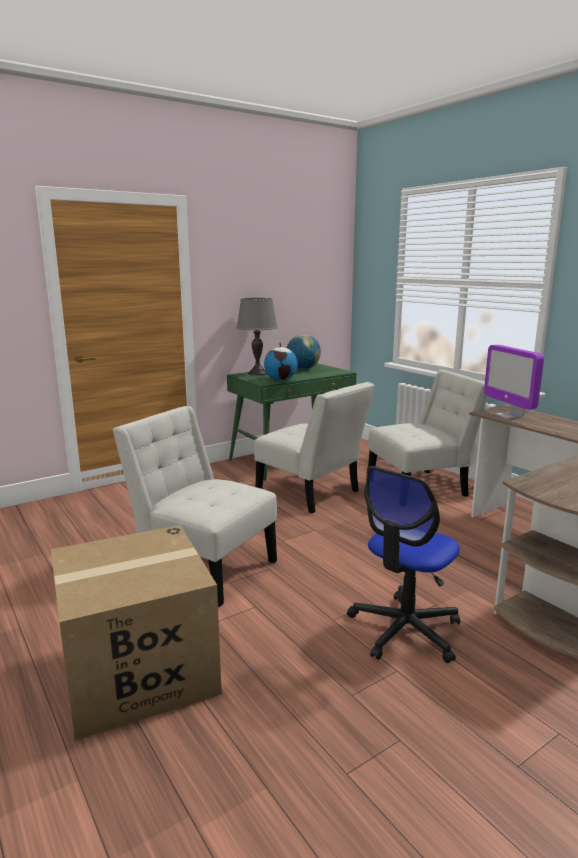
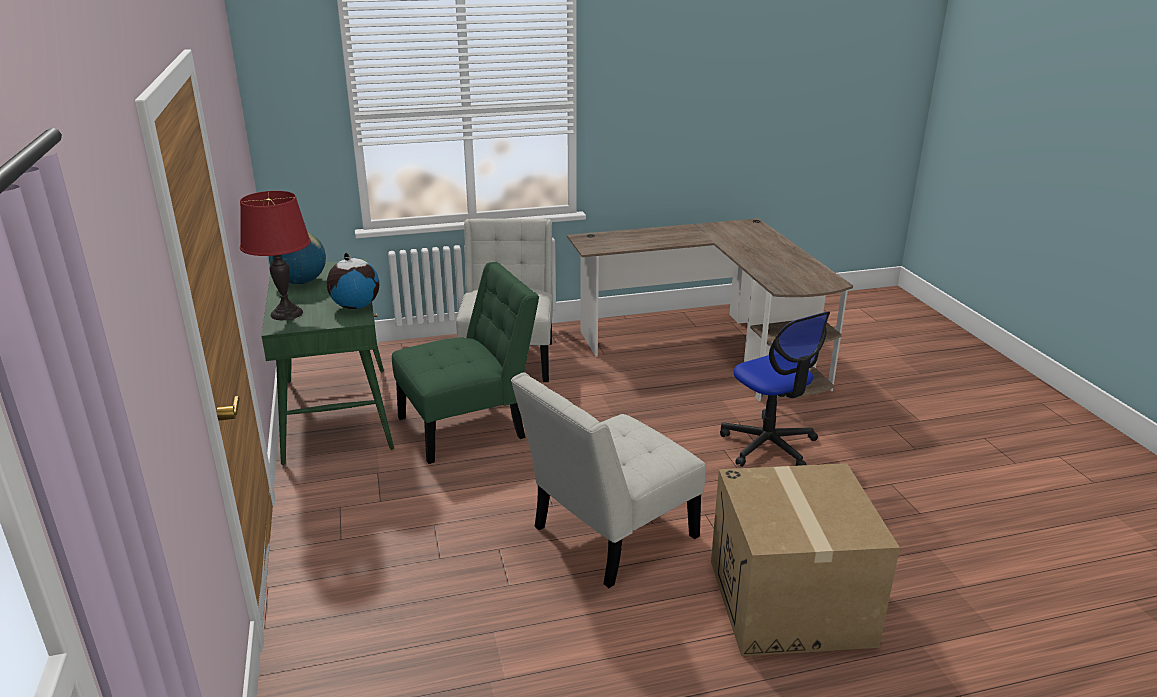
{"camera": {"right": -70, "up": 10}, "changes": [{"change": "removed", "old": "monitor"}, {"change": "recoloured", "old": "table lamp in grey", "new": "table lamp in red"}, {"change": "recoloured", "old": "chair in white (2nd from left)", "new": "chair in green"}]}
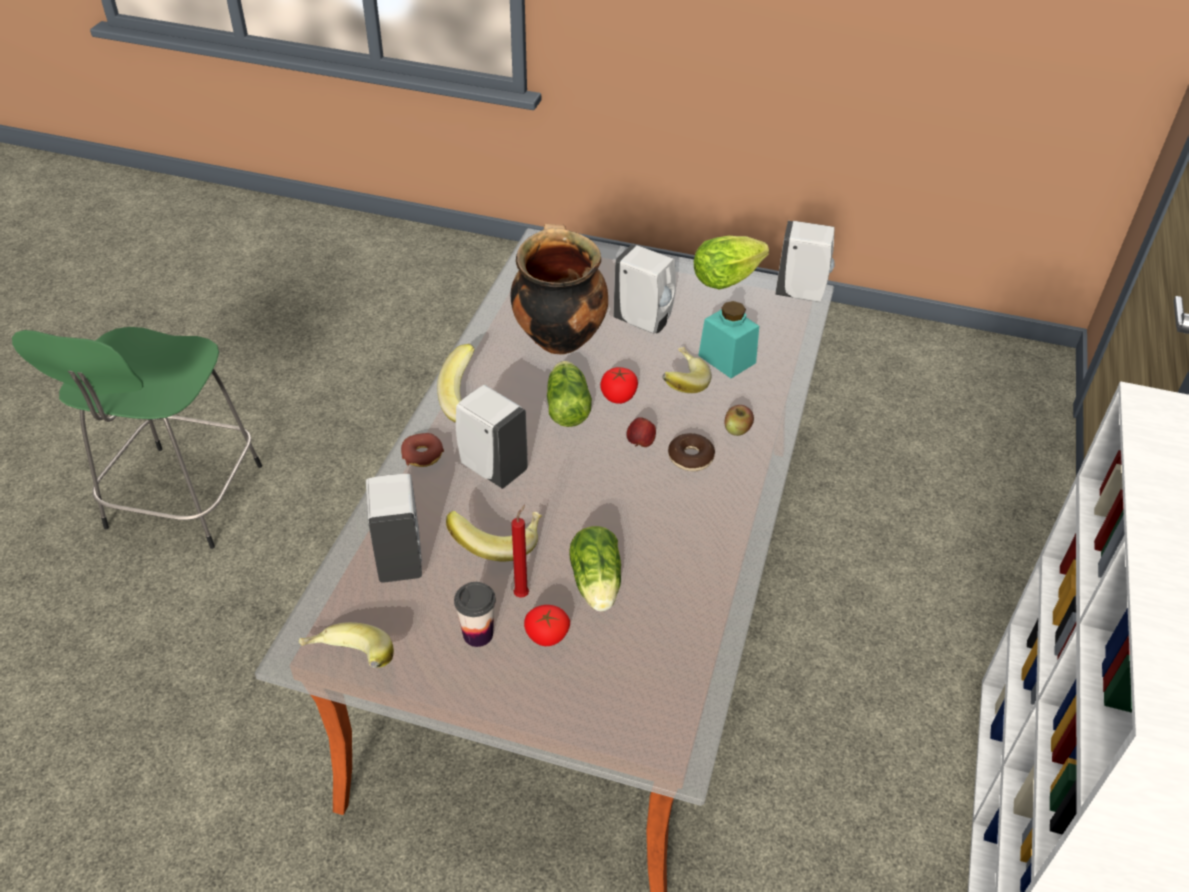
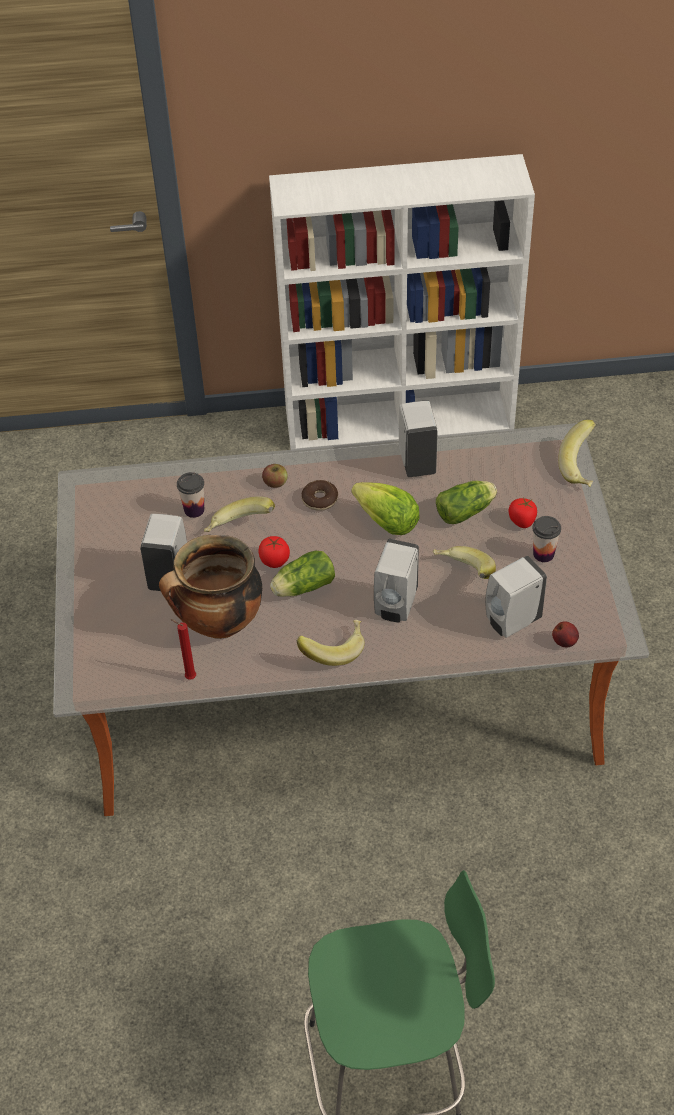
{"camera": {"right": -110, "up": 5}, "changes": [{"change": "removed", "old": "donut (1st from left)"}, {"change": "moved", "old": "banana (1st from left in the first image)", "new": "banana (4th from left)"}, {"change": "moved", "old": "candle in red"}, {"change": "moved", "old": "apple (1st from left in the first image)", "new": "apple (2nd from left)"}, {"change": "moved", "old": "lettuce (3rd from left in the first image)", "new": "lettuce (2nd from left)"}, {"change": "moved", "old": "soap dispenser in white (4th from left in the first image)", "new": "soap dispenser in white (3rd from left)"}, {"change": "replaced", "old": "jar in turquoise", "new": "cup (1st from left)"}]}
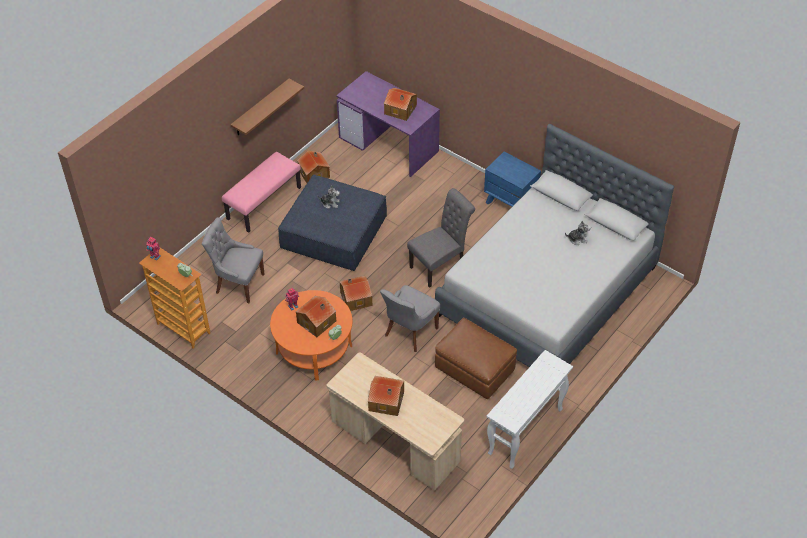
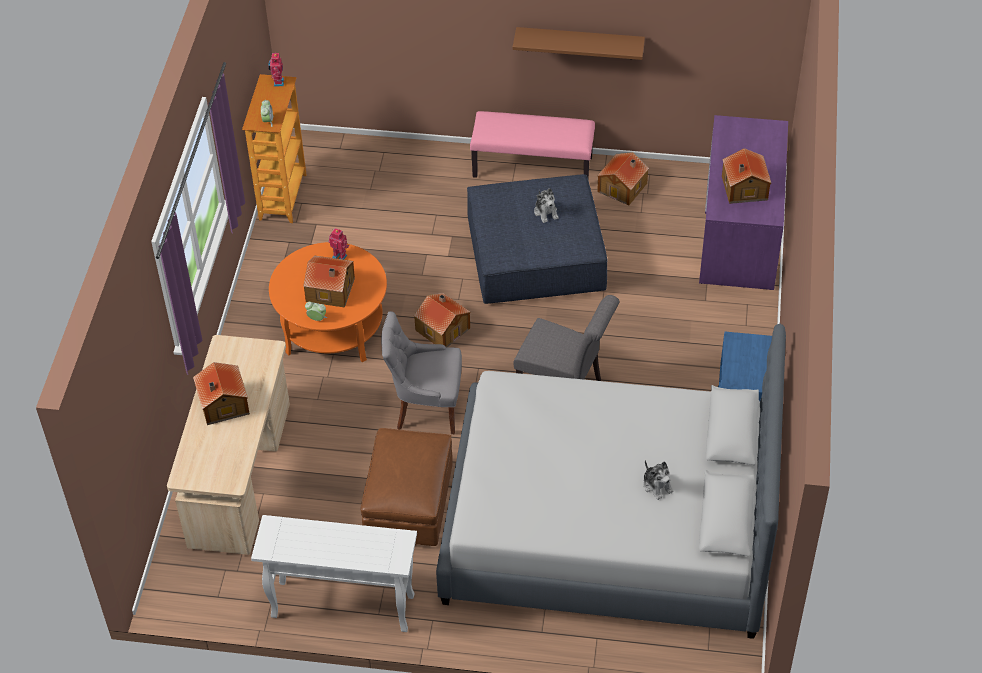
{"camera": {"right": 60, "up": 0}, "changes": [{"change": "removed", "old": "chair in grey (1st from left)"}]}
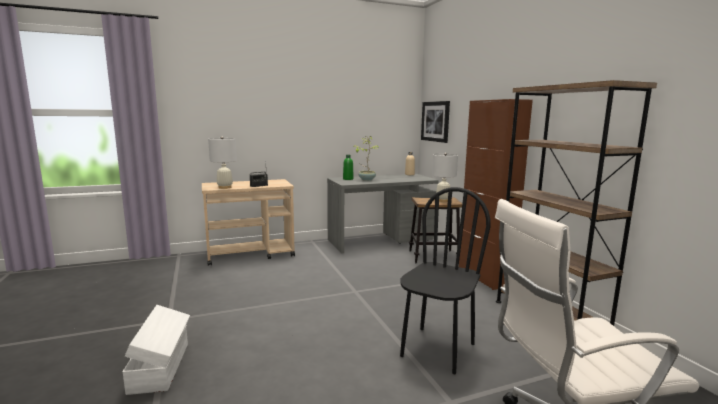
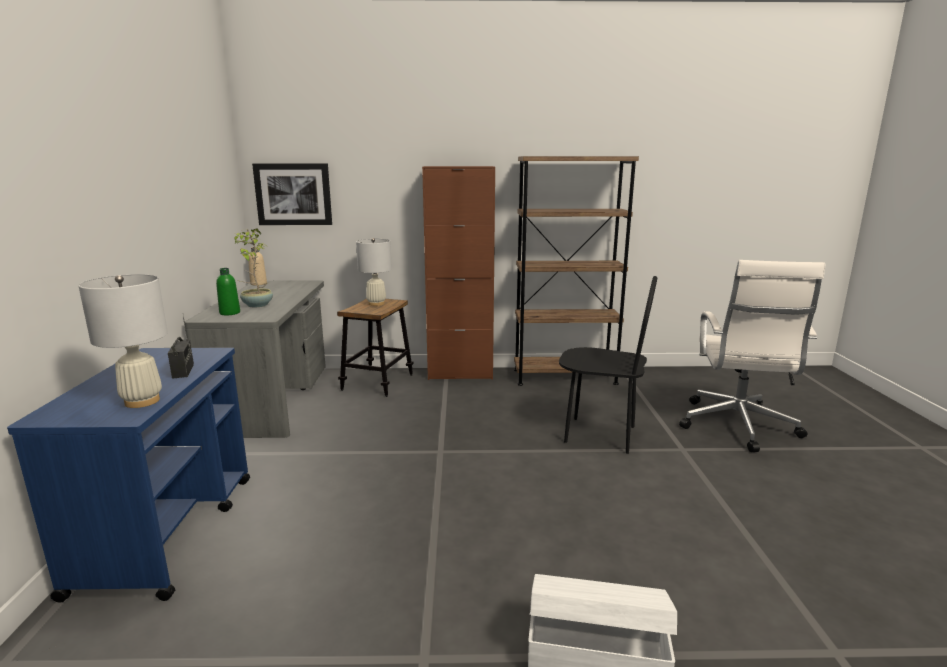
{"camera": {"right": -70, "up": 5}, "changes": [{"change": "recoloured", "old": "cart in beige", "new": "cart in blue"}, {"change": "turned", "old": "chair in black", "degrees": 150}]}
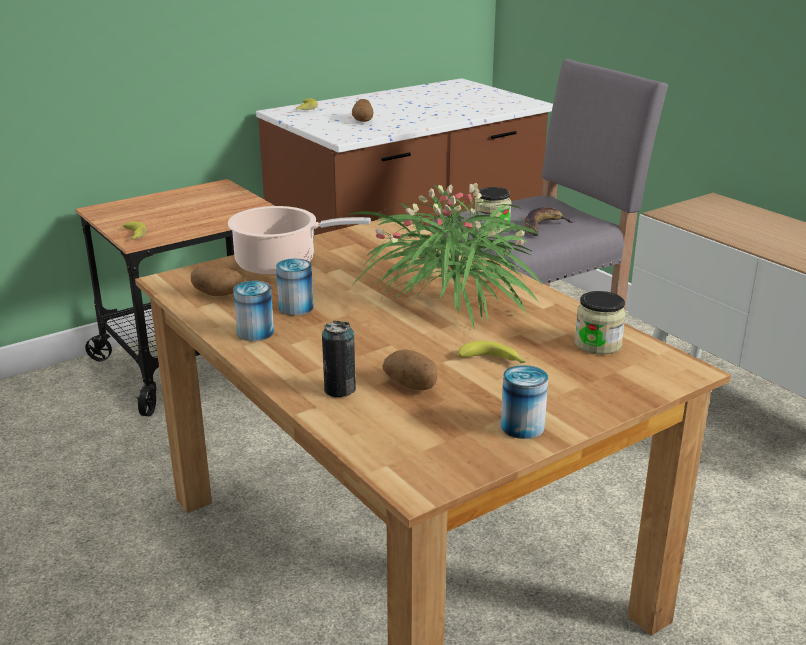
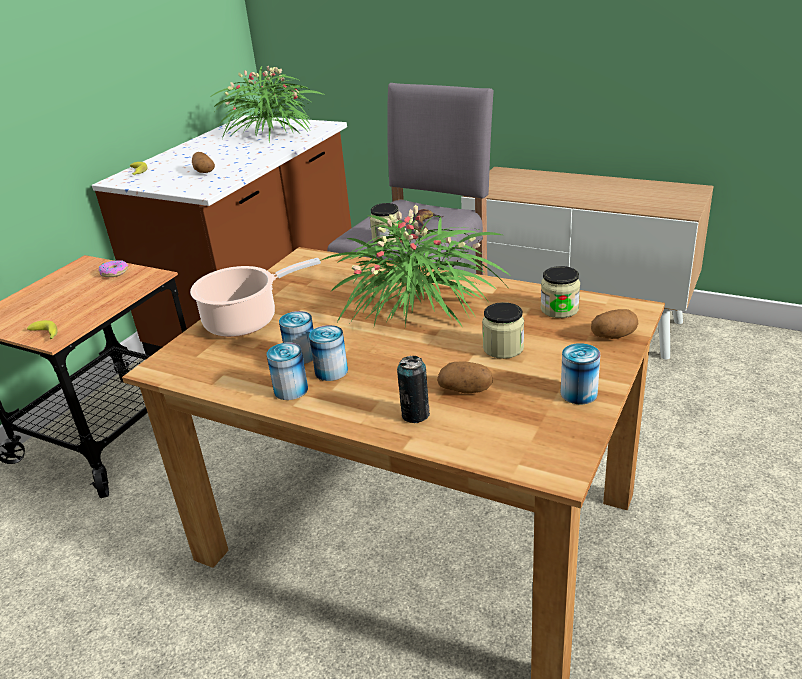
{"camera": {"right": -25, "up": 5}, "changes": [{"change": "added", "new": "donut"}, {"change": "added", "new": "potted plant (1st from left)"}, {"change": "added", "new": "can (3rd from left)"}, {"change": "moved", "old": "potato (1st from left in the first image)", "new": "potato (3rd from left)"}, {"change": "replaced", "old": "banana (3rd from left)", "new": "jar (2nd from left)"}]}
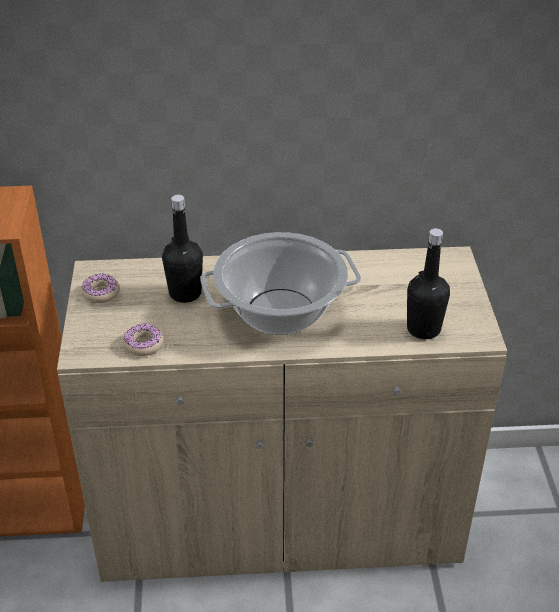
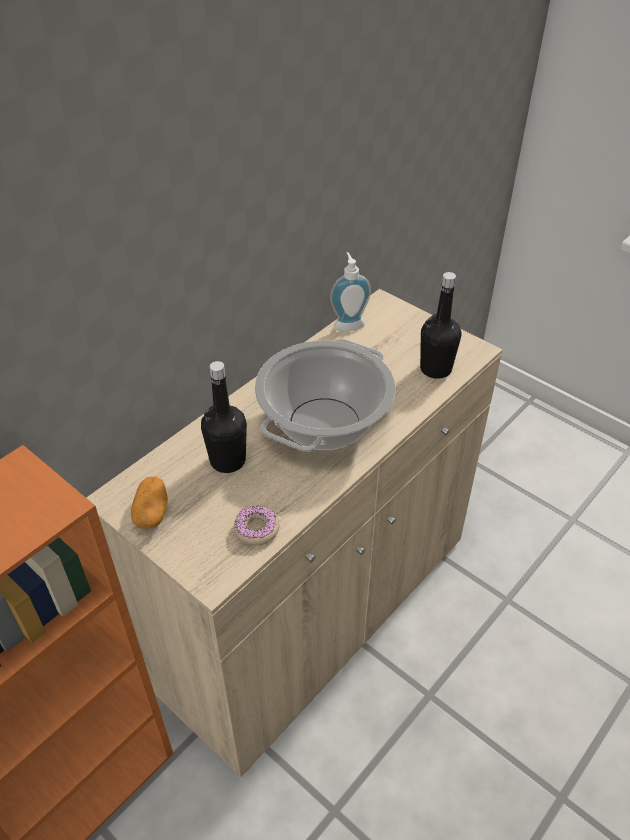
{"camera": {"right": -45, "up": 5}, "changes": [{"change": "added", "new": "soap dispenser"}, {"change": "replaced", "old": "donut (1st from left)", "new": "potato"}]}
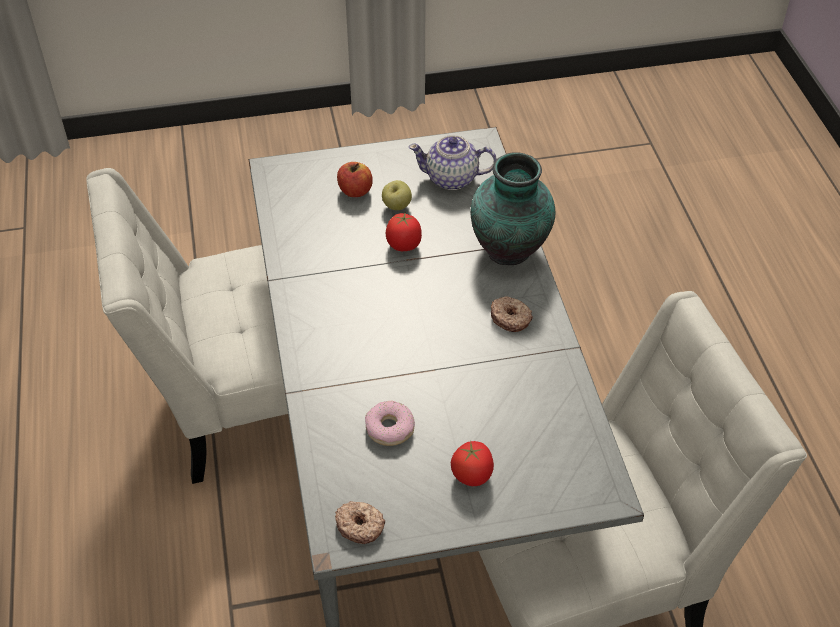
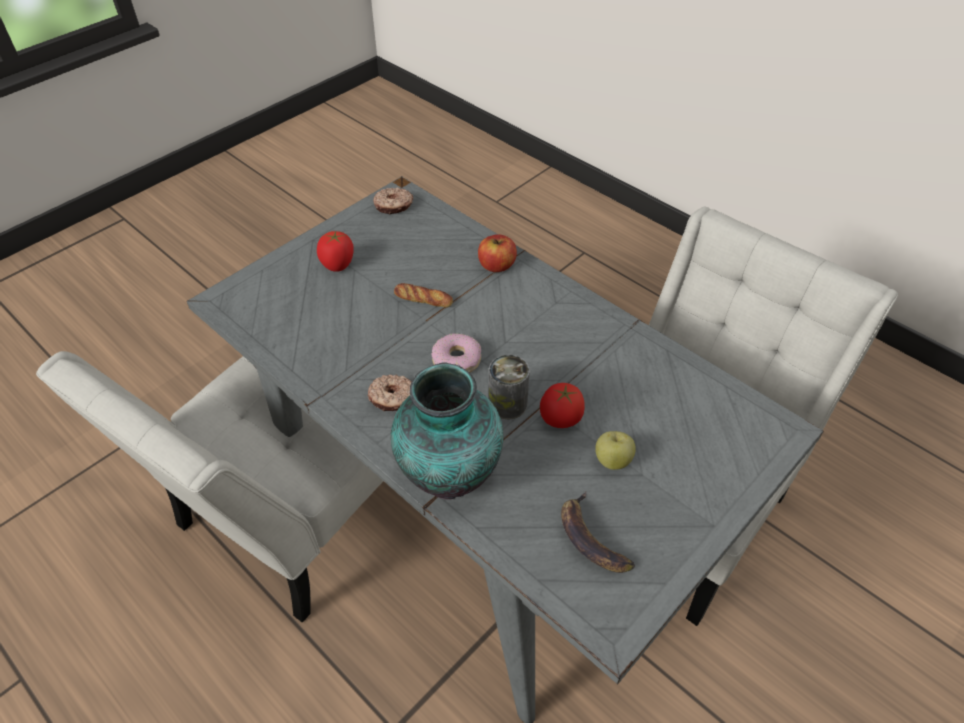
{"camera": {"right": 145, "up": 0}, "changes": [{"change": "added", "new": "bread"}, {"change": "added", "new": "can"}, {"change": "moved", "old": "apple (1st from left)"}, {"change": "moved", "old": "donut (2nd from left in the first image)", "new": "donut (3rd from left)"}, {"change": "replaced", "old": "teapot", "new": "banana"}]}
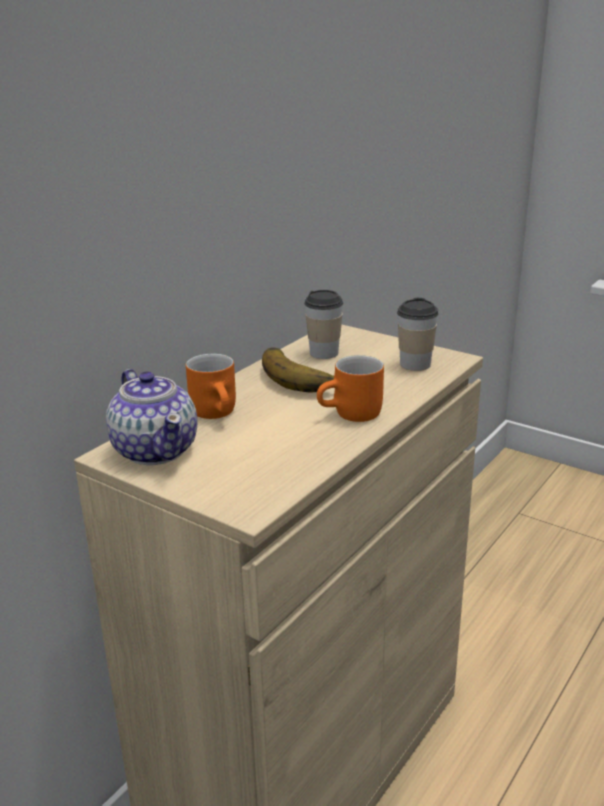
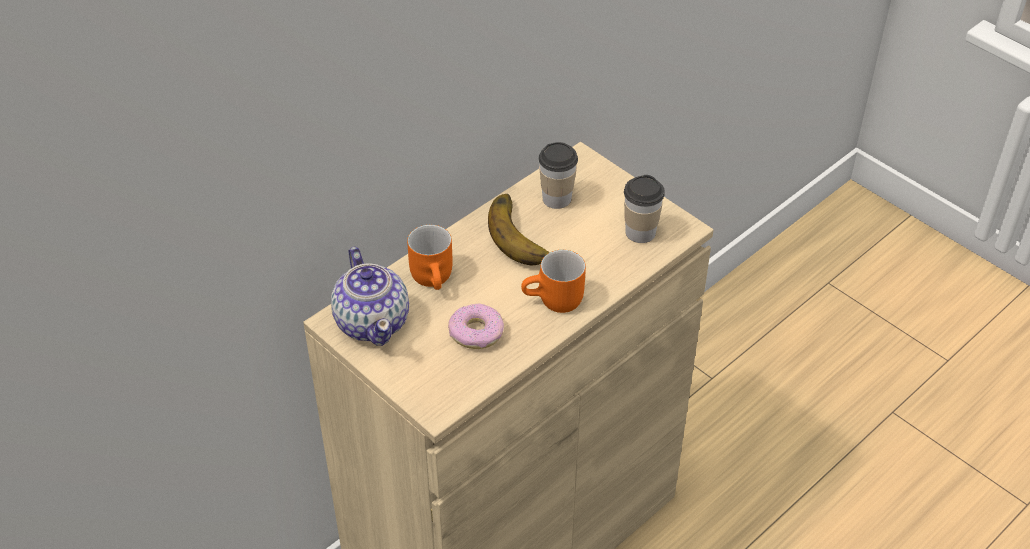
{"camera": {"right": 10, "up": 20}, "changes": [{"change": "added", "new": "donut"}]}
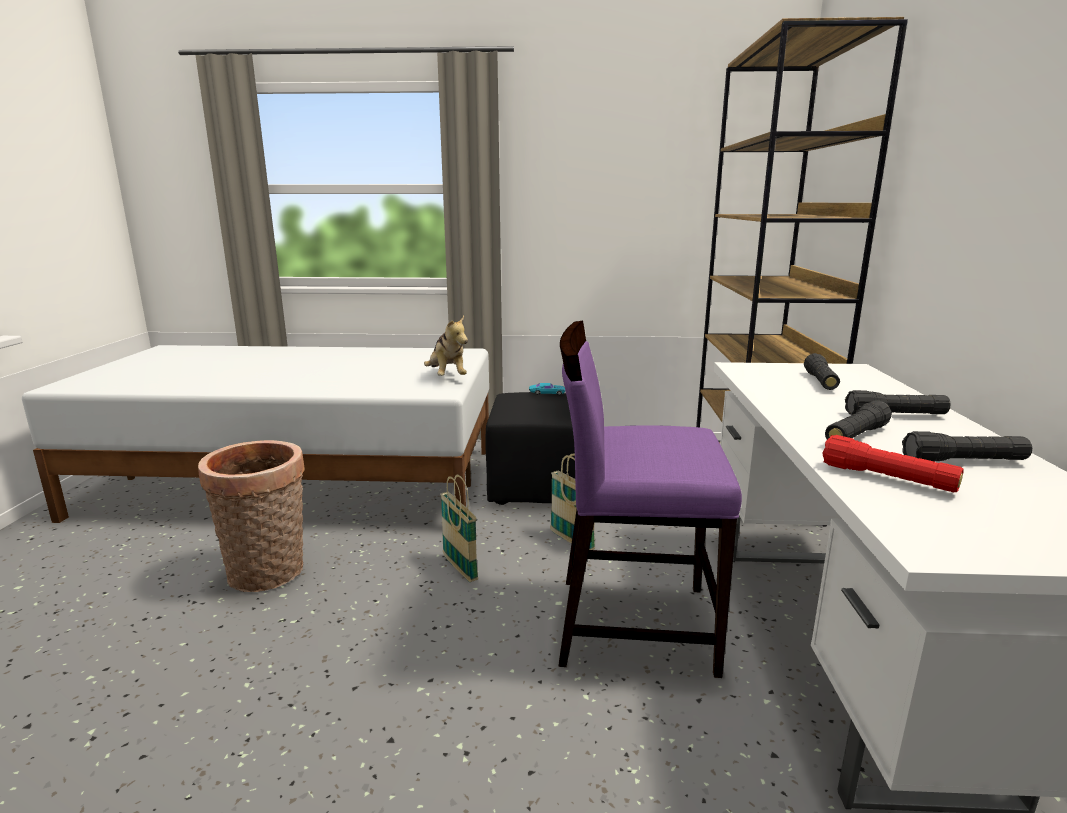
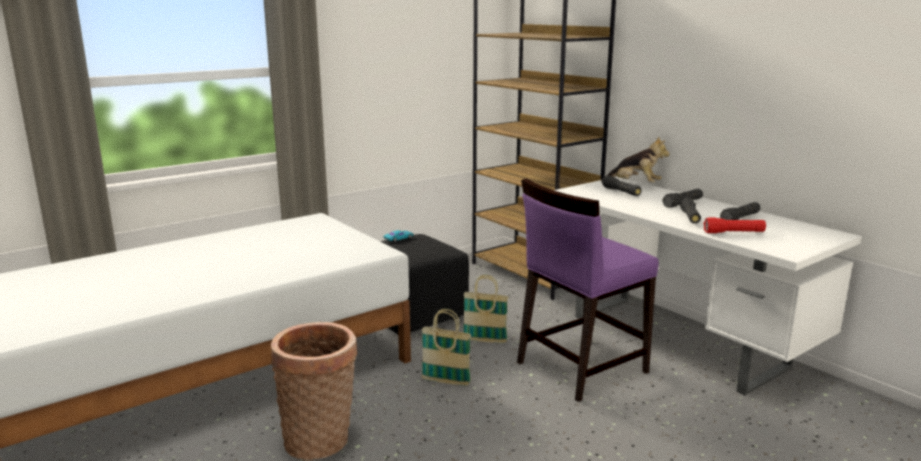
{"camera": {"right": -40, "up": 0}, "changes": [{"change": "moved", "old": "plush toy"}]}
